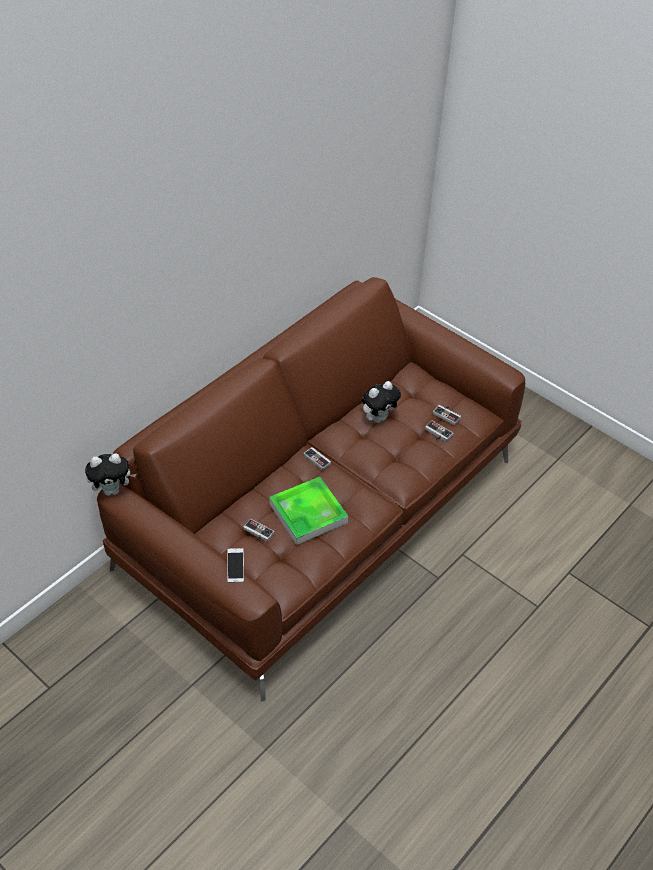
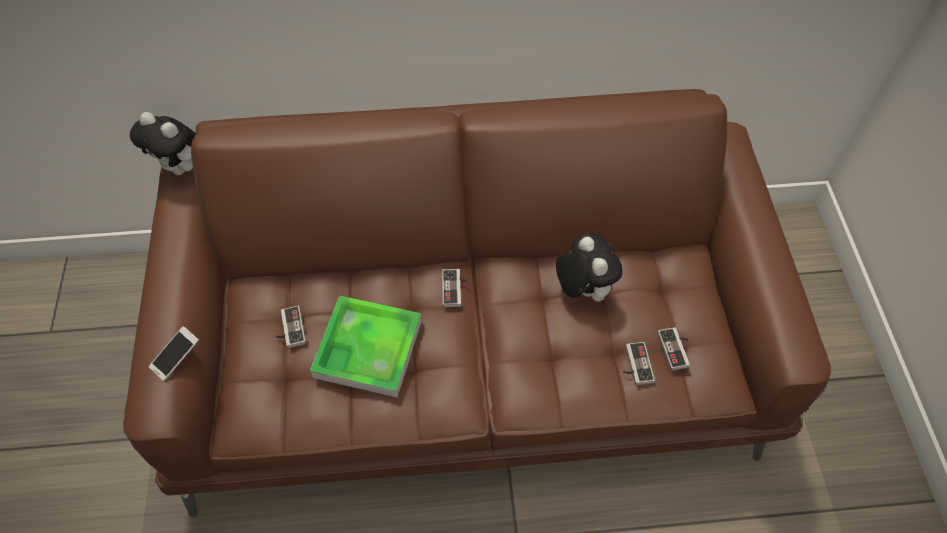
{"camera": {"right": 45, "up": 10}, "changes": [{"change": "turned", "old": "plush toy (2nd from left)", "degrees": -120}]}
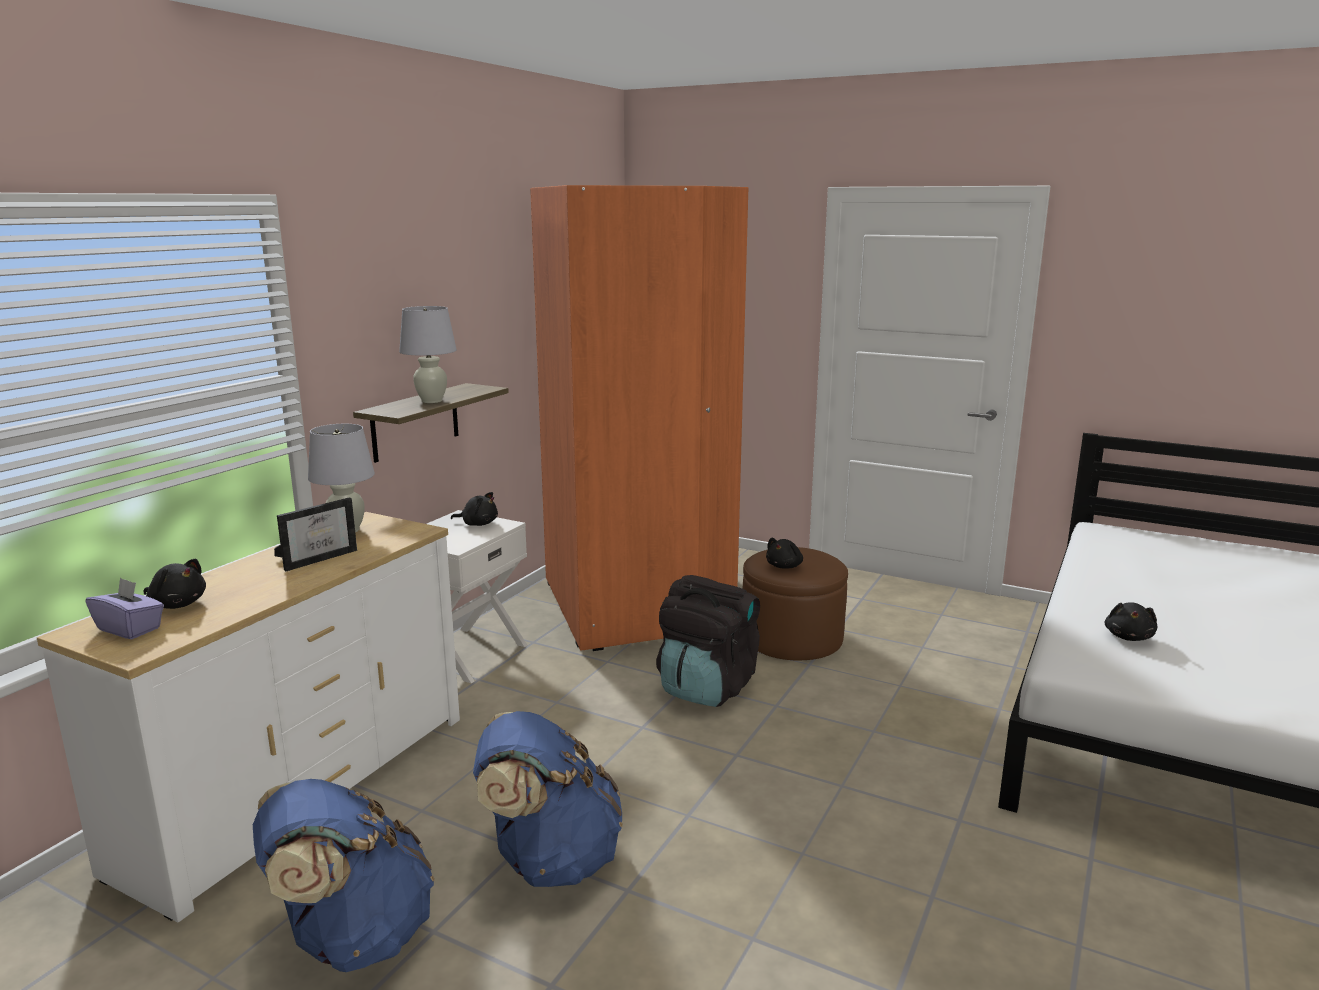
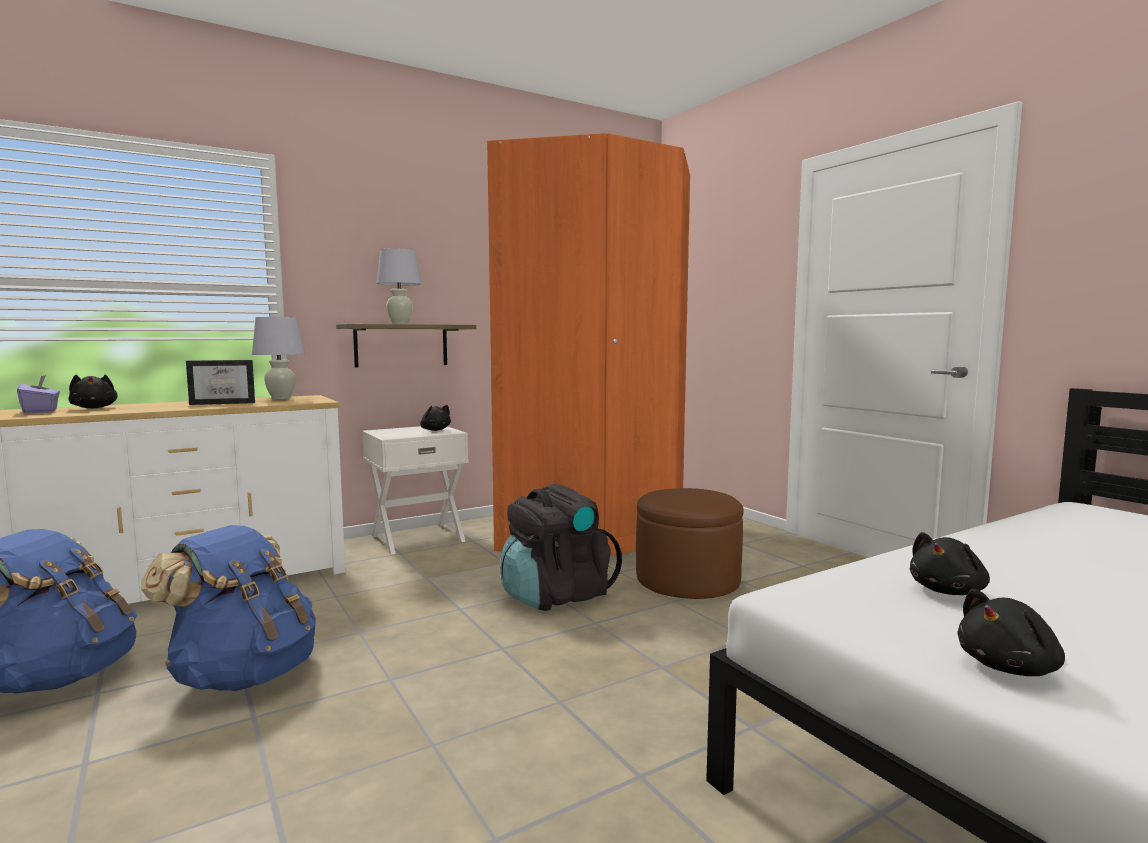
{"camera": {"right": 30, "up": -10}, "changes": [{"change": "moved", "old": "plush toy in black (3rd from left in the first image)", "new": "plush toy in black (4th from left)"}]}
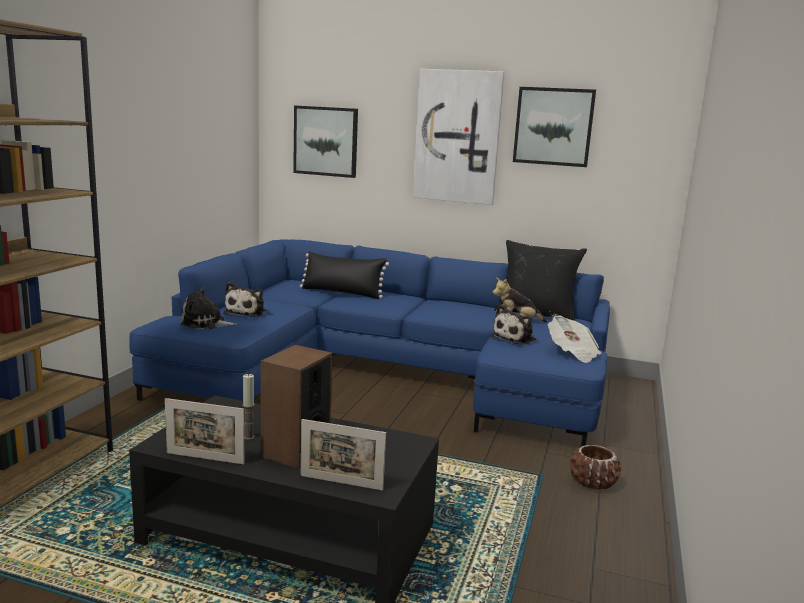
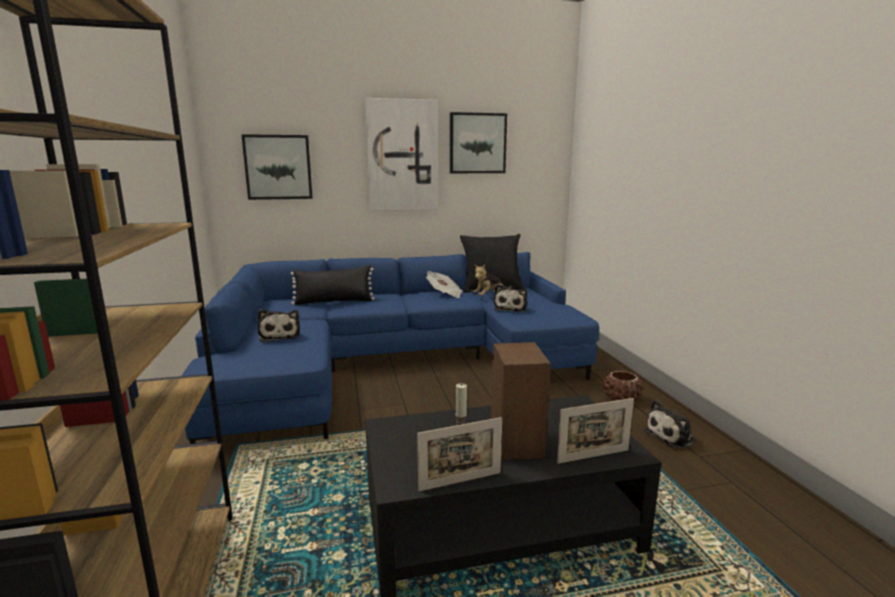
{"camera": {"right": -30, "up": 0}, "changes": [{"change": "moved", "old": "plush toy (1st from left in the first image)", "new": "plush toy (4th from left)"}, {"change": "moved", "old": "newspaper"}]}
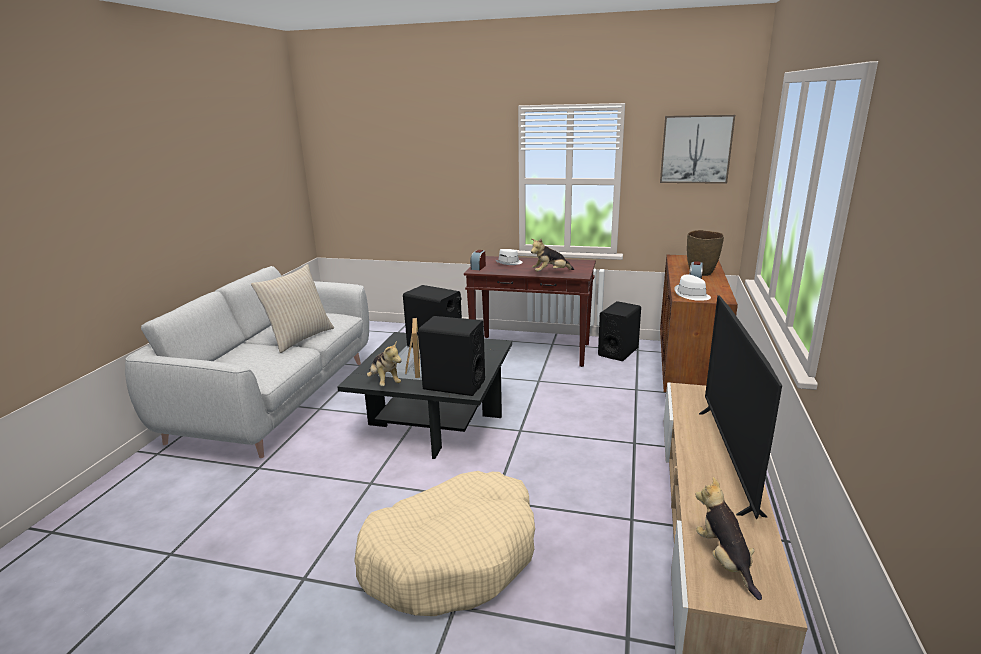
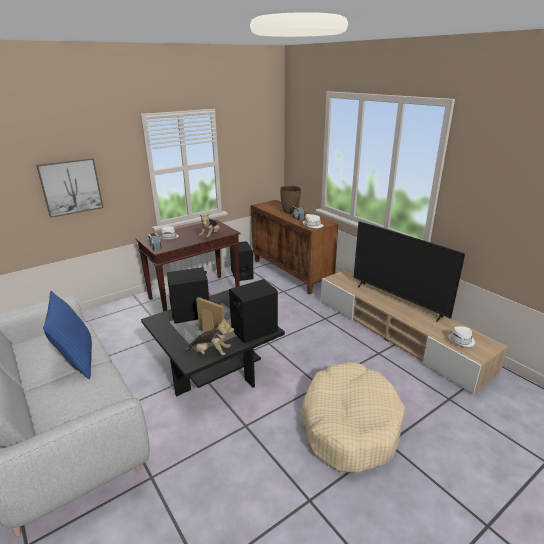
{"camera": {"right": -50, "up": 5}, "changes": [{"change": "moved", "old": "picture"}, {"change": "replaced", "old": "plush toy (3rd from left)", "new": "hat in white (3rd from left)"}, {"change": "recoloured", "old": "pillow in beige", "new": "pillow in blue"}]}
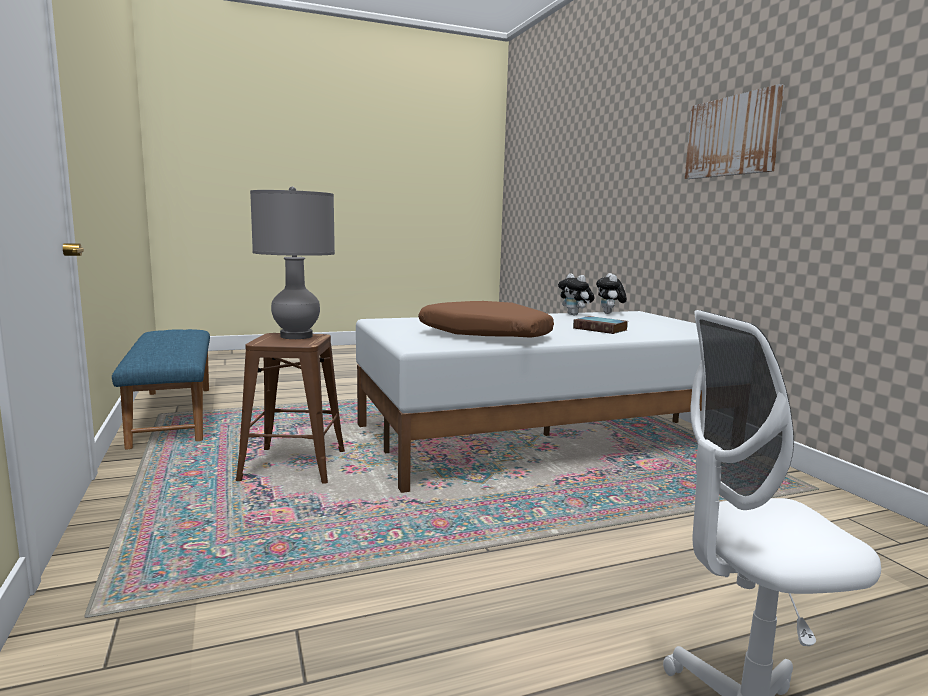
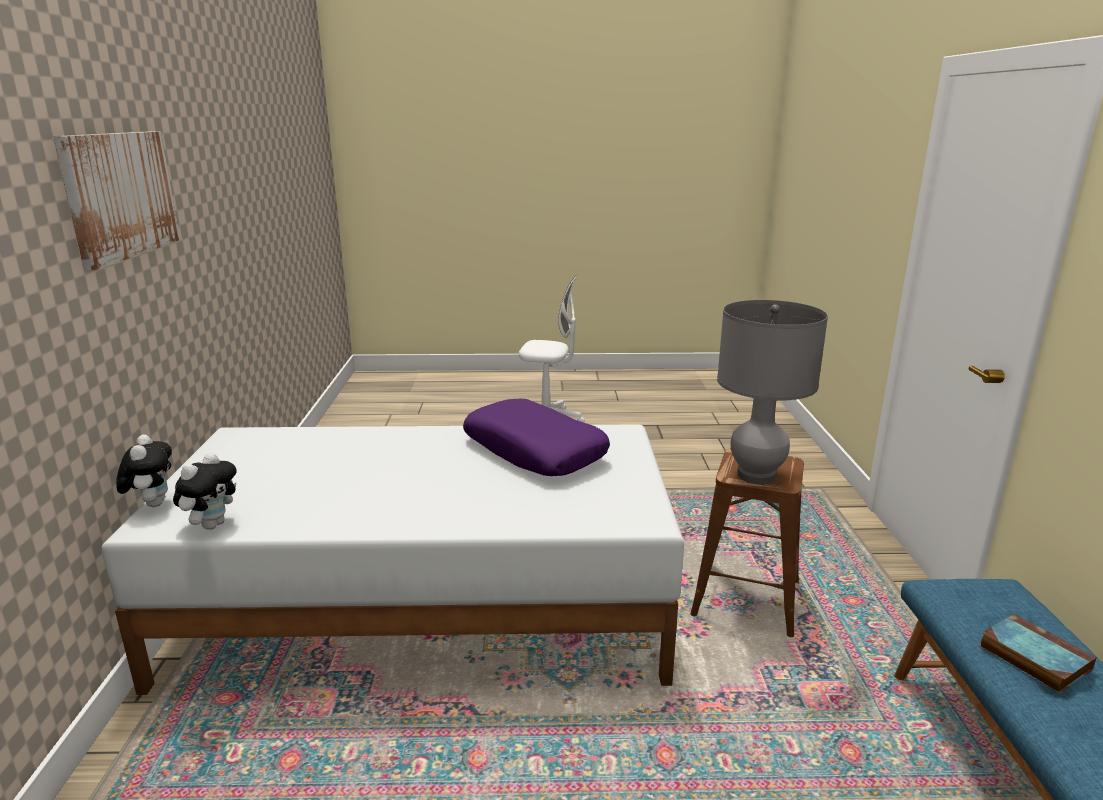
{"camera": {"right": -160, "up": 10}, "changes": [{"change": "moved", "old": "plush toy (1st from left)"}, {"change": "moved", "old": "book"}, {"change": "recoloured", "old": "pillow in brown", "new": "pillow in purple"}]}
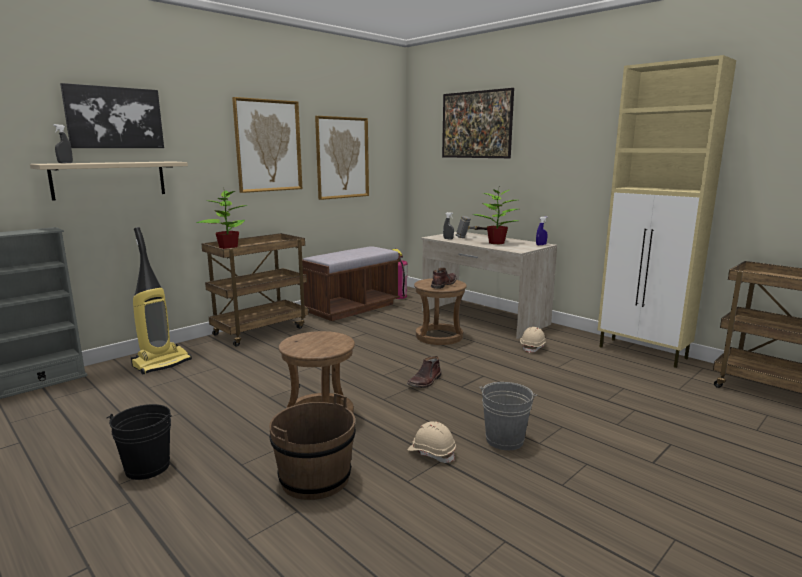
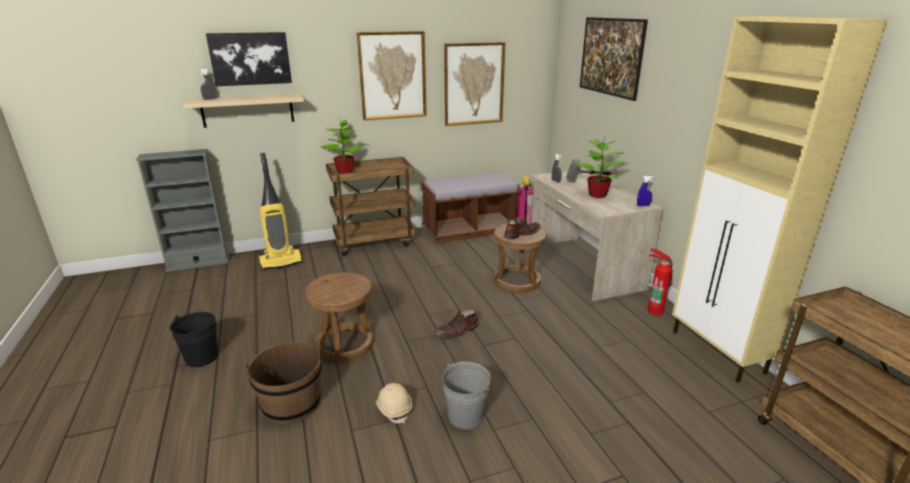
{"camera": {"right": 25, "up": 10}, "changes": [{"change": "removed", "old": "hard hat in beige (2nd from left)"}, {"change": "added", "new": "fire extinguisher (2nd from left)"}]}
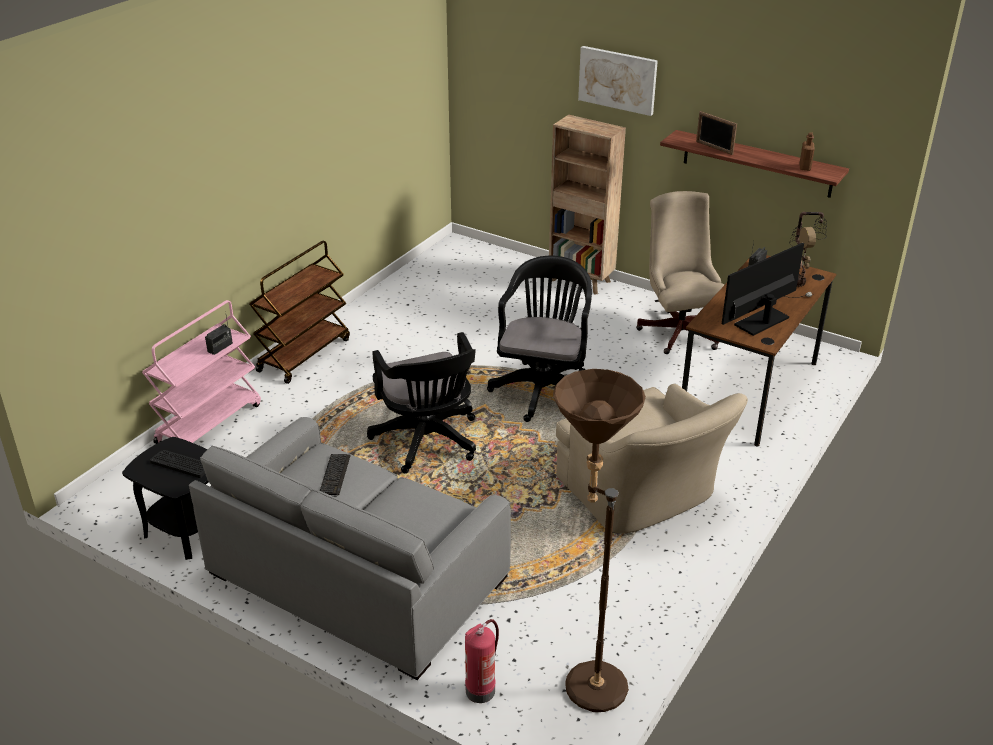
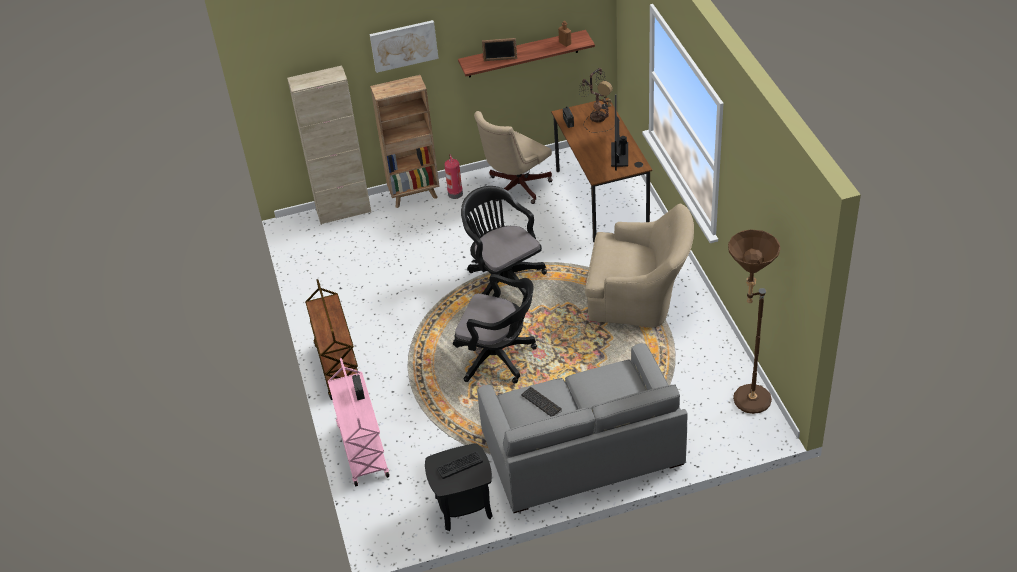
{"camera": {"right": -45, "up": 10}, "changes": [{"change": "added", "new": "cabinet in beige"}, {"change": "moved", "old": "fire extinguisher"}, {"change": "turned", "old": "office chair in beige", "degrees": -75}]}
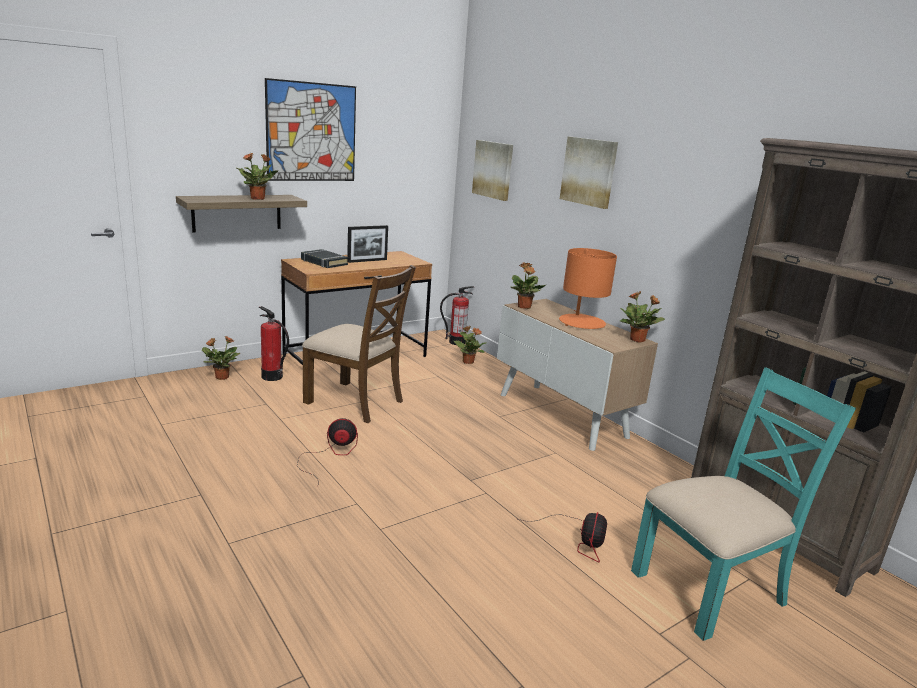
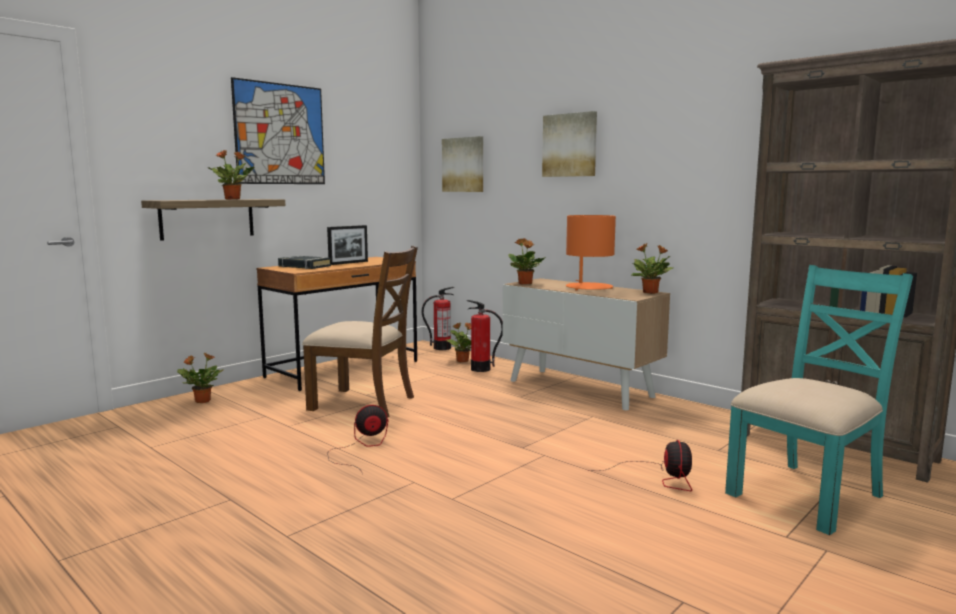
{"camera": {"right": -10, "up": -10}, "changes": [{"change": "moved", "old": "fire extinguisher (1st from left in the first image)", "new": "fire extinguisher (2nd from left)"}]}
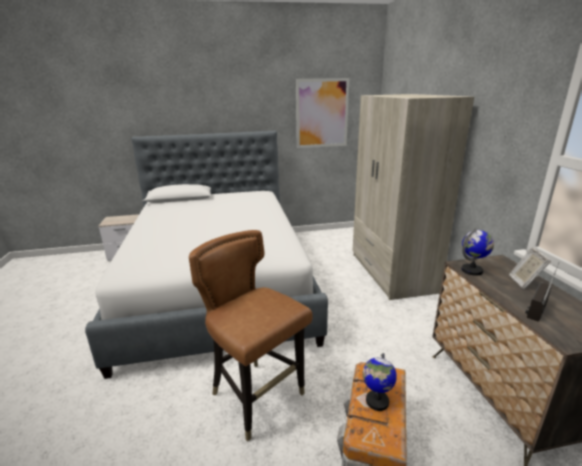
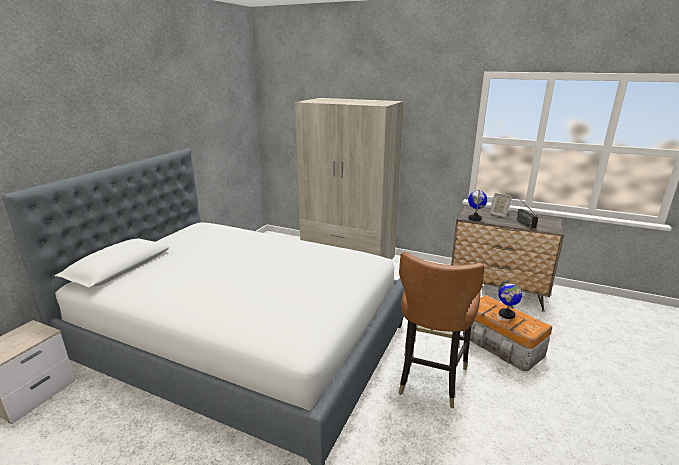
{"camera": {"right": -55, "up": 0}, "changes": [{"change": "removed", "old": "picture"}, {"change": "turned", "old": "chair in brown", "degrees": -60}]}
